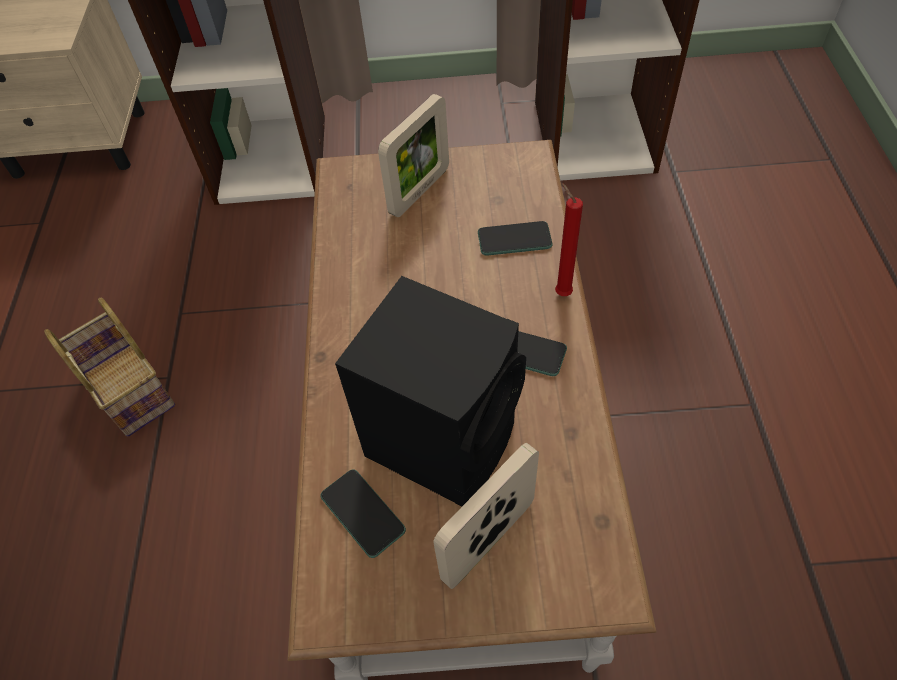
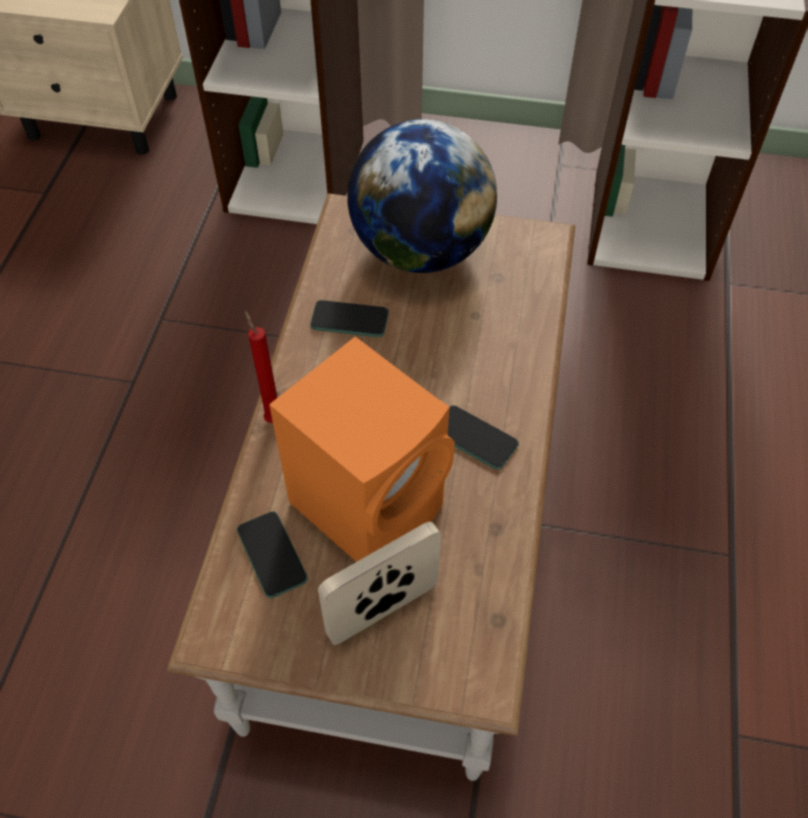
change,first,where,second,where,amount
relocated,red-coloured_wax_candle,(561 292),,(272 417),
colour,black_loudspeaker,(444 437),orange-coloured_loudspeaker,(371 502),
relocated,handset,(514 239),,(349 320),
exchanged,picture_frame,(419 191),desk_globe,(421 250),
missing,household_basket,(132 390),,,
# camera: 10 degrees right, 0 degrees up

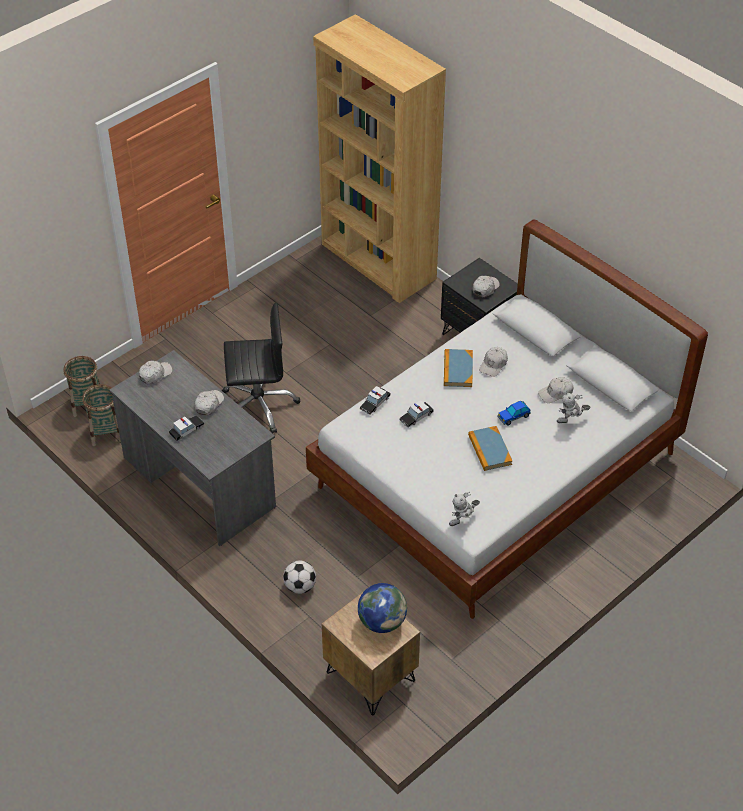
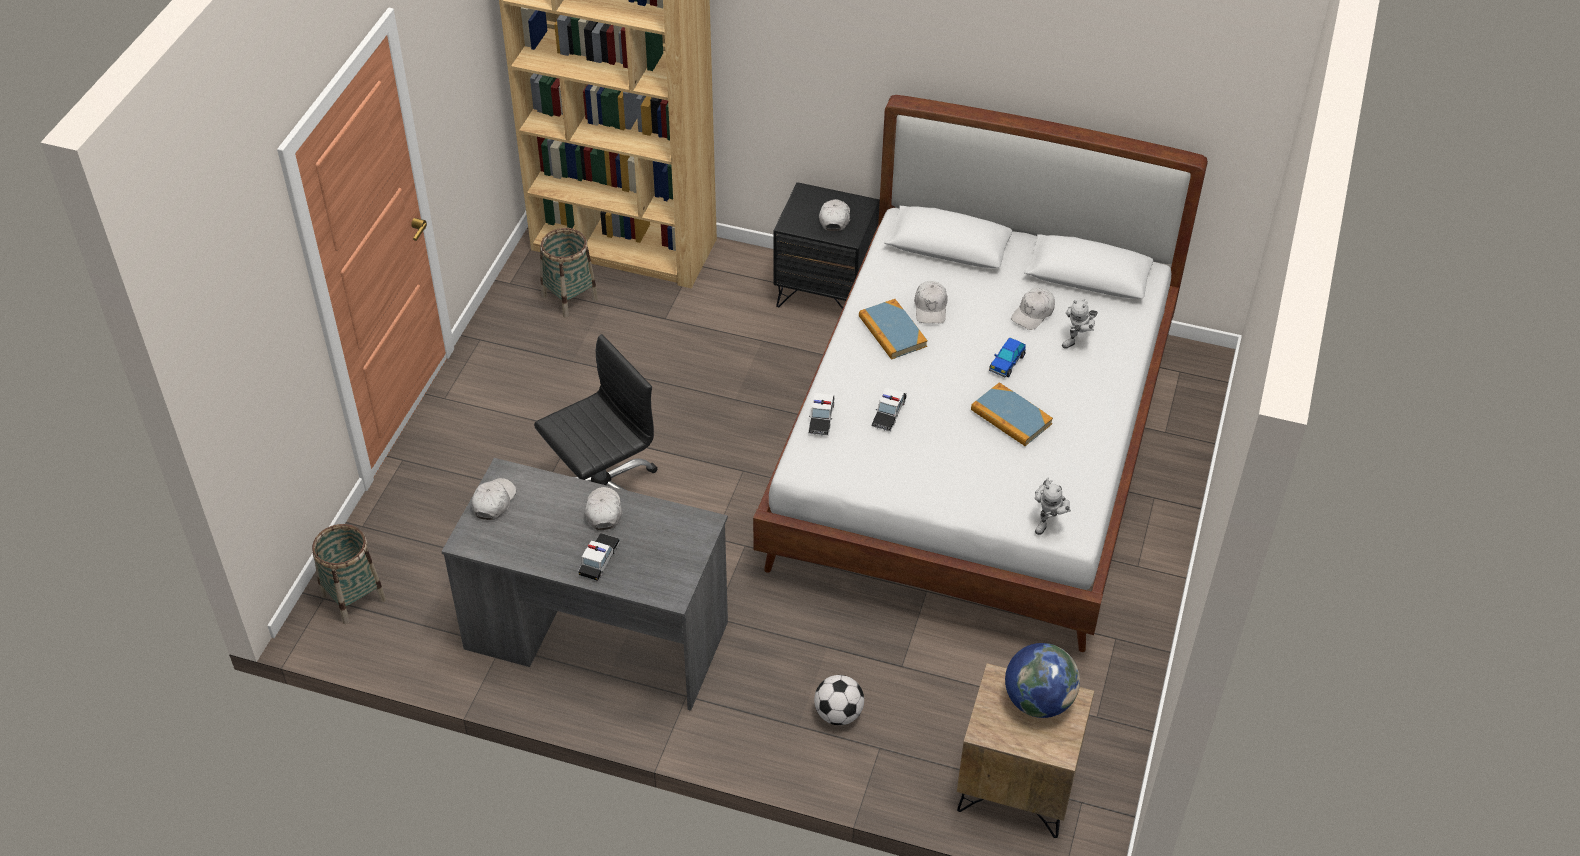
change,first,where,second,where,amount
relocated,household_basket,(106 432),,(569 297),
# camera: 30 degrees left, 0 degrees up

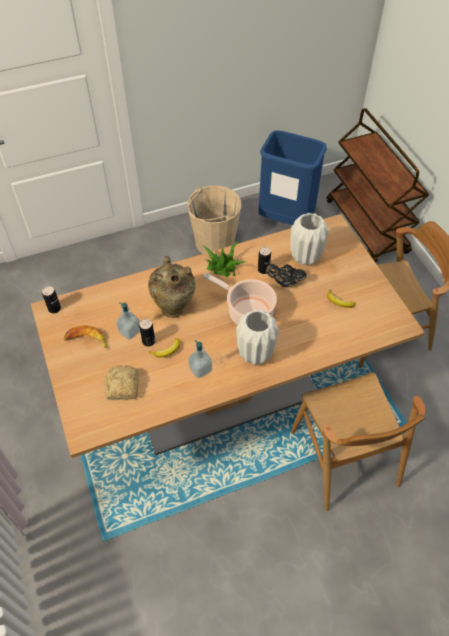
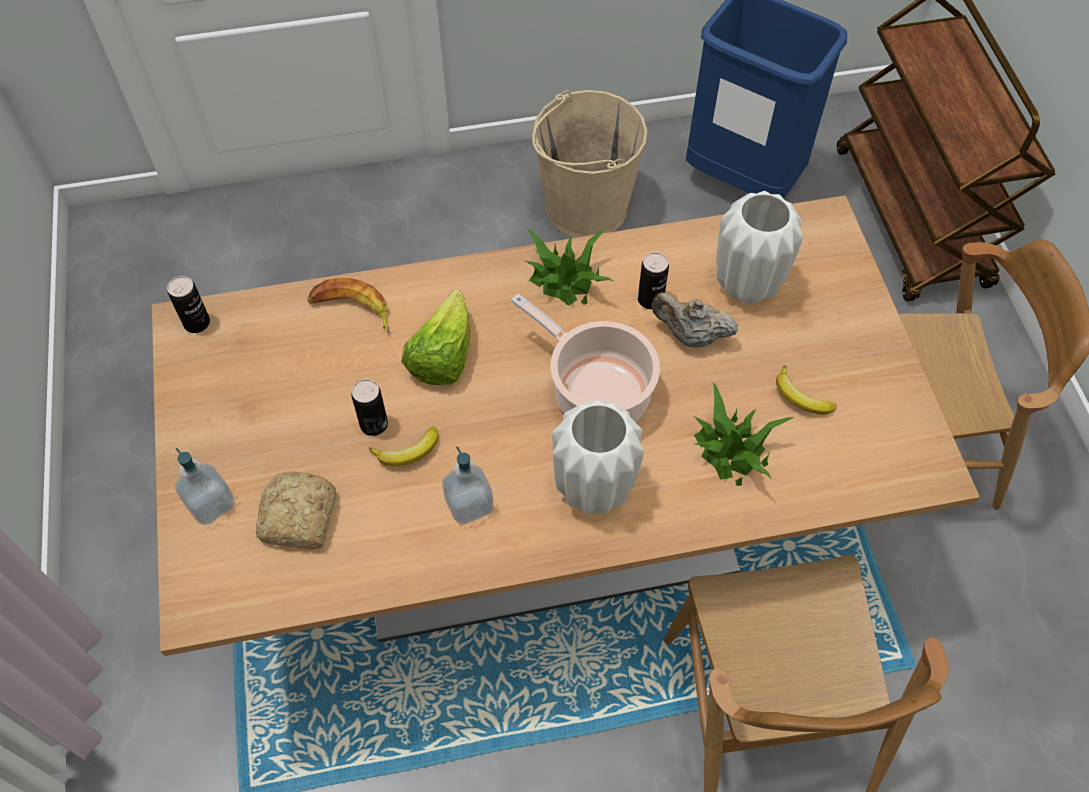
change,first,where,second,where,amount
relocated,liquid_soap_bottle,(130 331),,(211 504),
relocated,banana,(87 340),,(352 309),
exchanged,sand-coloured_decorative_vase,(174 307),lettuce_head,(442 357),
colour,black_pot_for_tea,(284 283),sand-coloured_pot_for_tea,(690 336),
appeared,,,houseplant,(731 450),
# camera: 10 degrees right, 5 degrees up

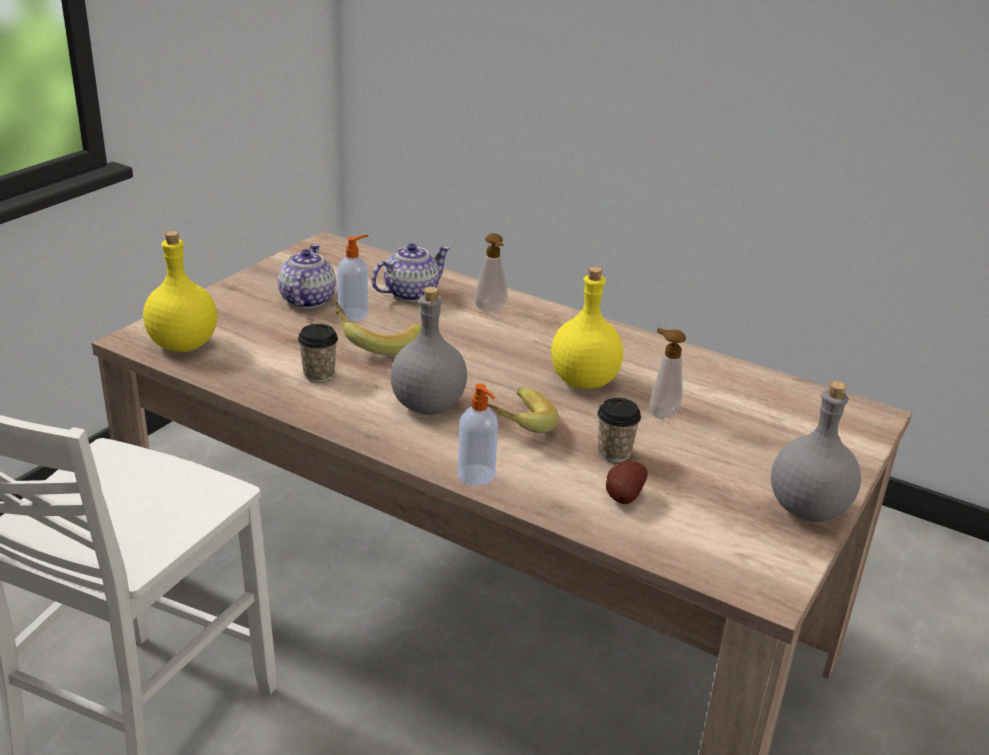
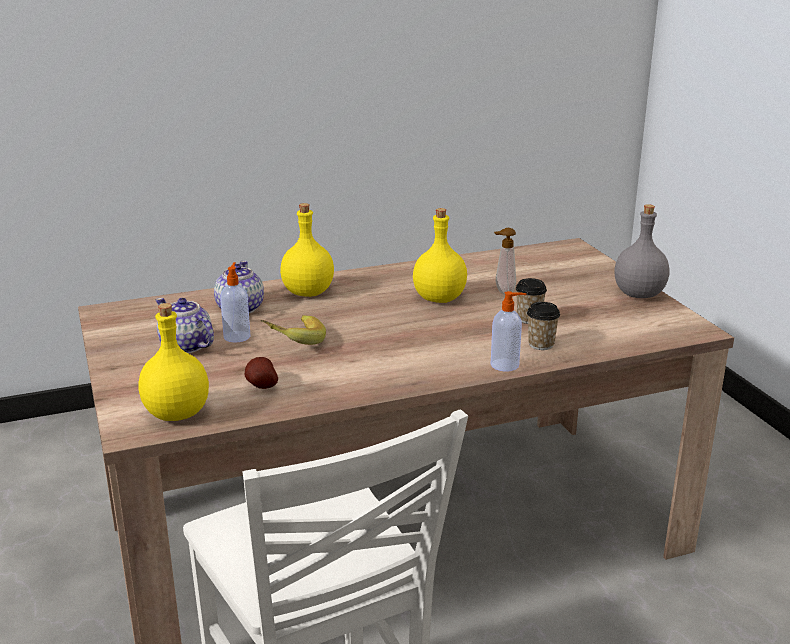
change,first,where,second,where,amount
relocated,whole_potato,(622 497),,(260 386),
exchanged,liquid_soap_bottle,(491 310),yellow-coloured_beverage_bottle,(307 292),
relocated,cup,(319 375),,(541 344),
missing,greyish_beverage_bottle,(429 406),,,
missing,banana,(515 426),,,
# camera: 50 degrees left, 5 degrees down

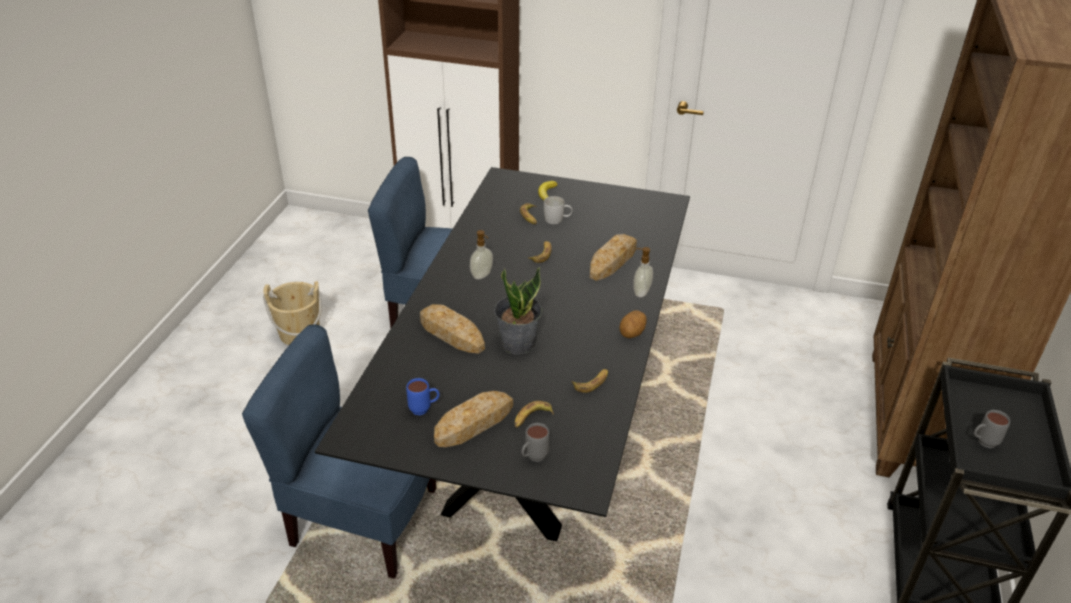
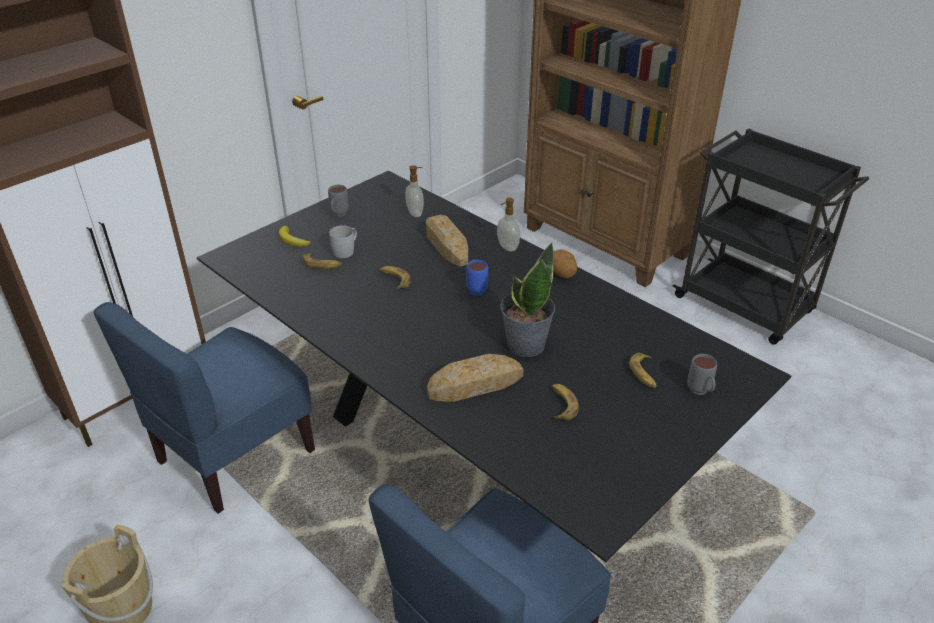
change,first,where,second,where,amount
relocated,greyish_coffee_mug,(982 443),,(338 215),
relocated,liquid_soap_bottle,(482 275),,(416 213),
relocated,blue_coffee_mug,(424 409),,(479 289),
relocated,banana,(592 382),,(562 404),
missing,bread,(474 423),,,
# camera: 60 degrees left, 0 degrees up

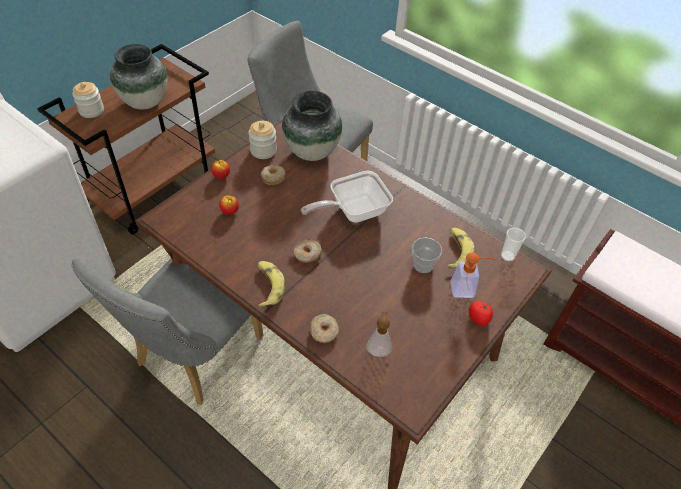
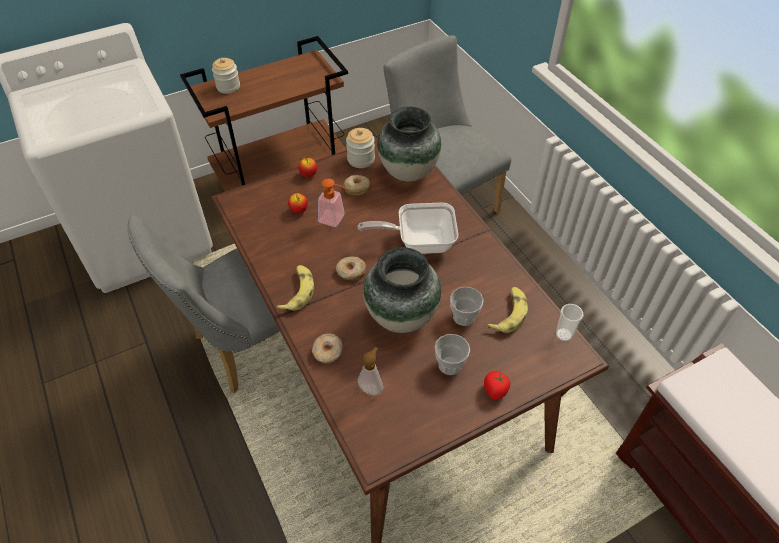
change,first,where,second,where,amount
relocated,liquid_soap_bottle,(467 289),,(335 220),
relocated,decorative_vase,(144 102),,(400 316),
appeared,,,cup,(450 365),
# camera: 25 degrees right, 0 degrees up

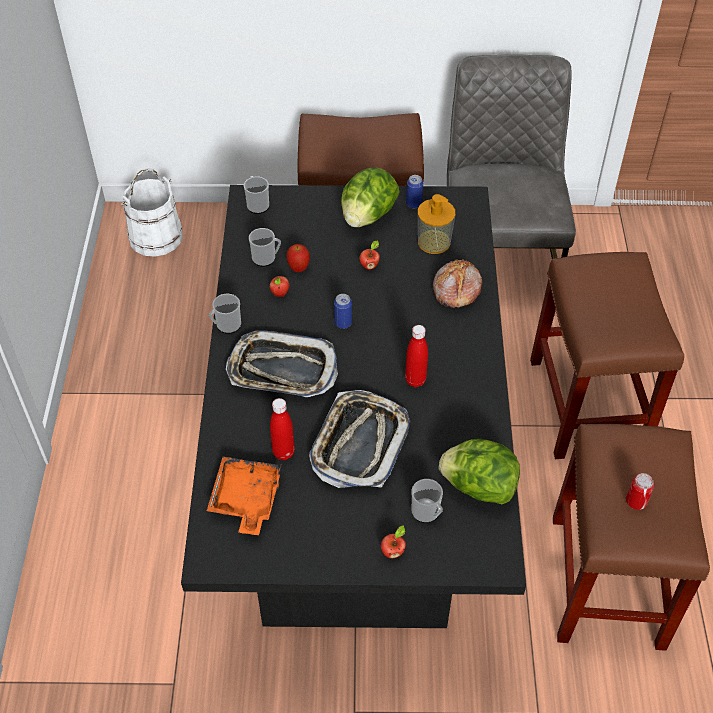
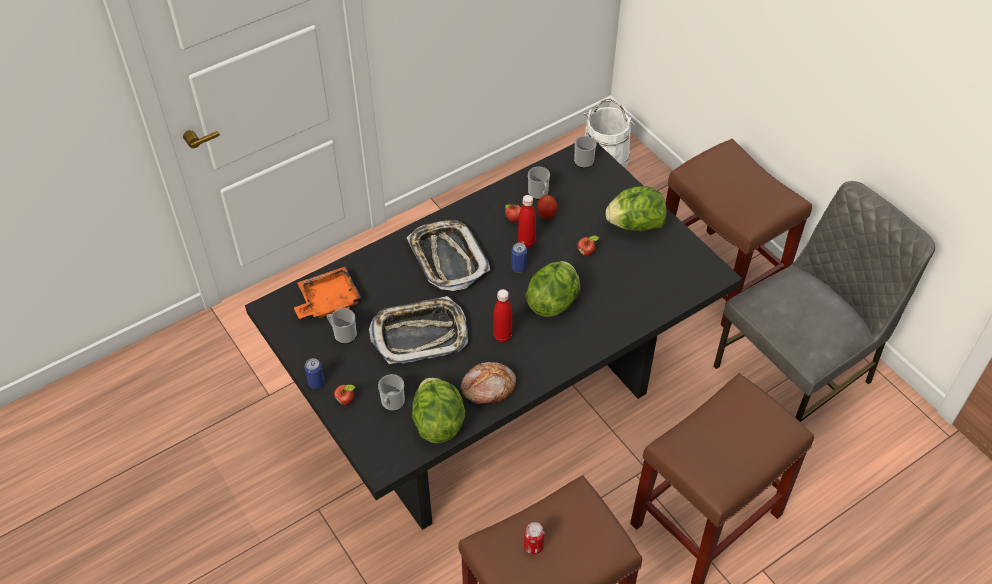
change,first,where,second,where,amount
relocated,sealed_can,(413 204),,(316 383),
relocated,coffee_mug,(226 325),,(343 334),
relocated,bread,(456 290),,(487 387),
relocated,red-coloured_beverage_bottle,(283 452),,(526 242),
appeared,,,lettuce_head,(553 301),
missing,liquid_soap_bottle,(434 242),,,
# camera: 55 degrees right, 0 degrees up

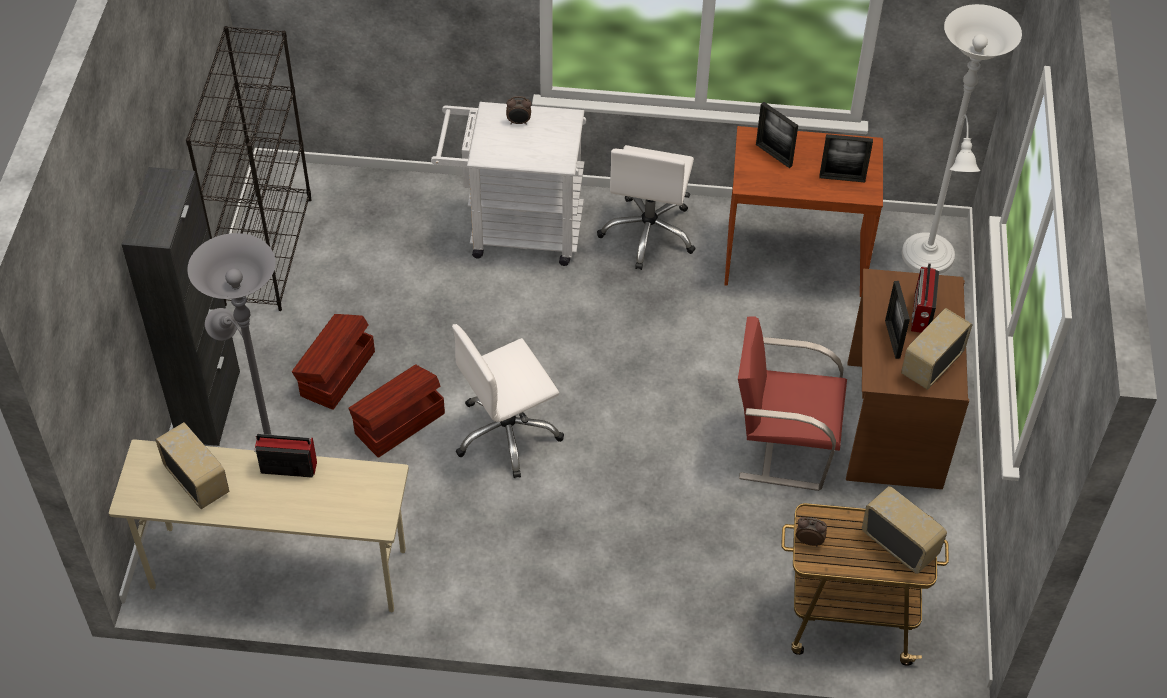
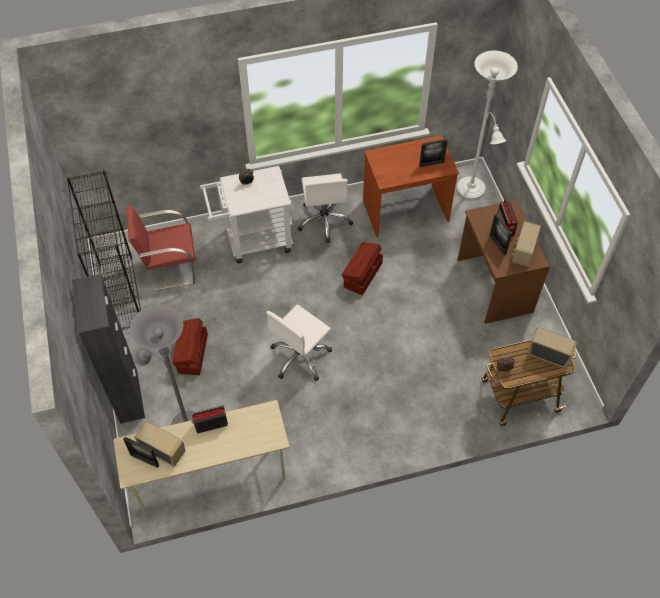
change,first,where,second,where,amount
relocated,picture_frame,(773 155),,(144 460),
relocated,red-coloured_chair,(782 445),,(169 266),
relocated,brown_storage_container,(398 423),,(362 275),
# camera: 20 degrees left, 5 degrees up

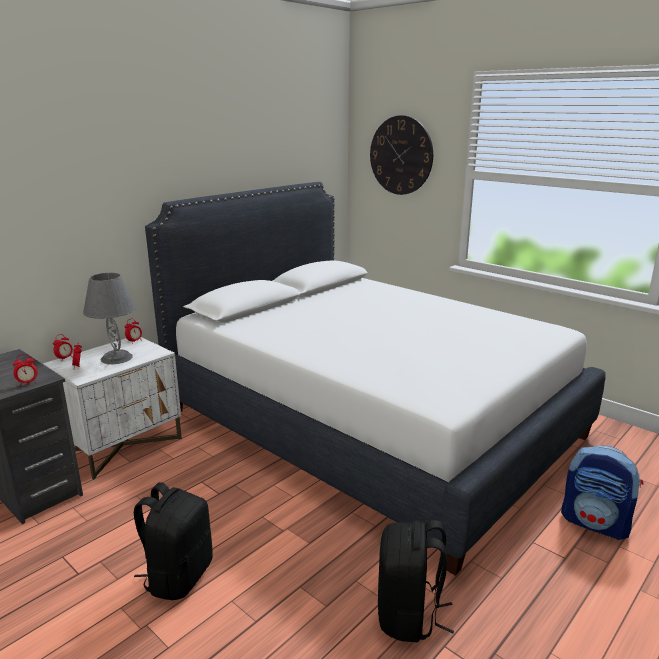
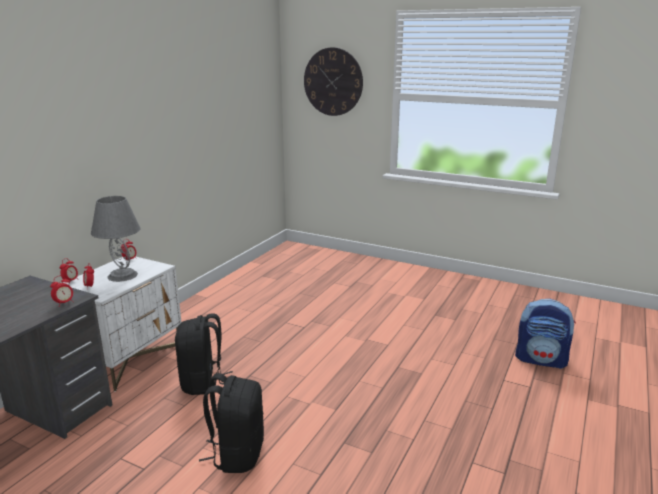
change,first,where,second,where,amount
relocated,black_backpack,(409 616),,(203 382),
missing,white-coloured_sleeping_bed,(370 423),,,
# camera: 15 degrees left, 0 degrees up

